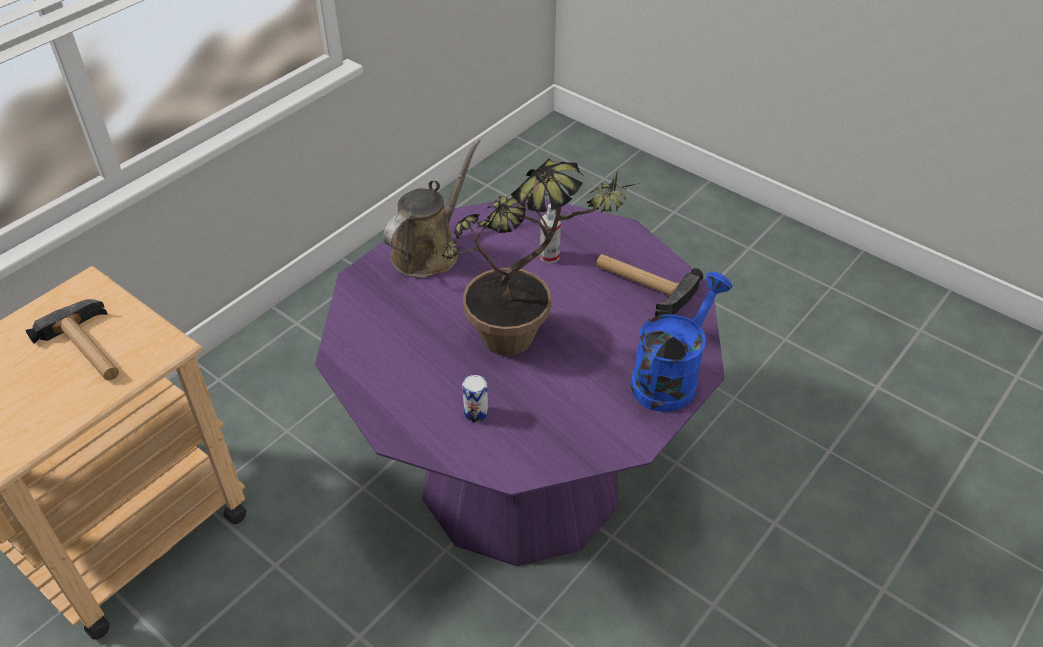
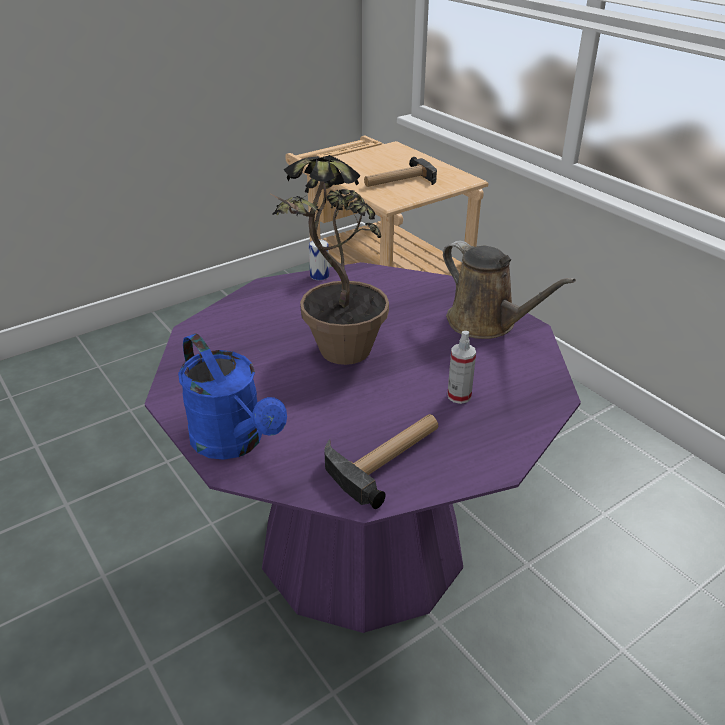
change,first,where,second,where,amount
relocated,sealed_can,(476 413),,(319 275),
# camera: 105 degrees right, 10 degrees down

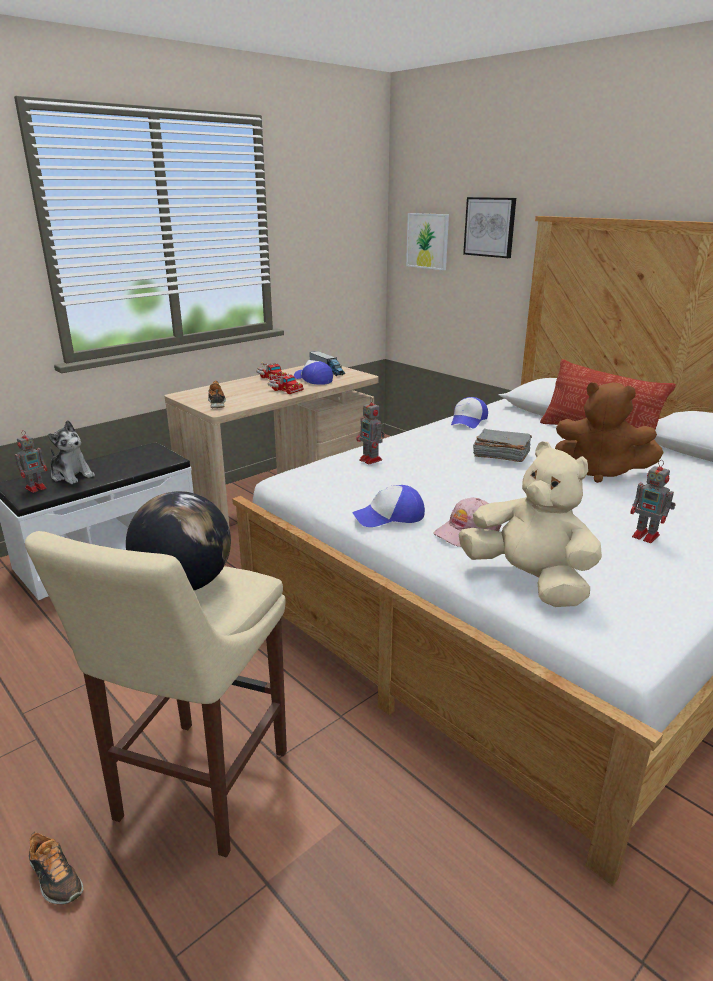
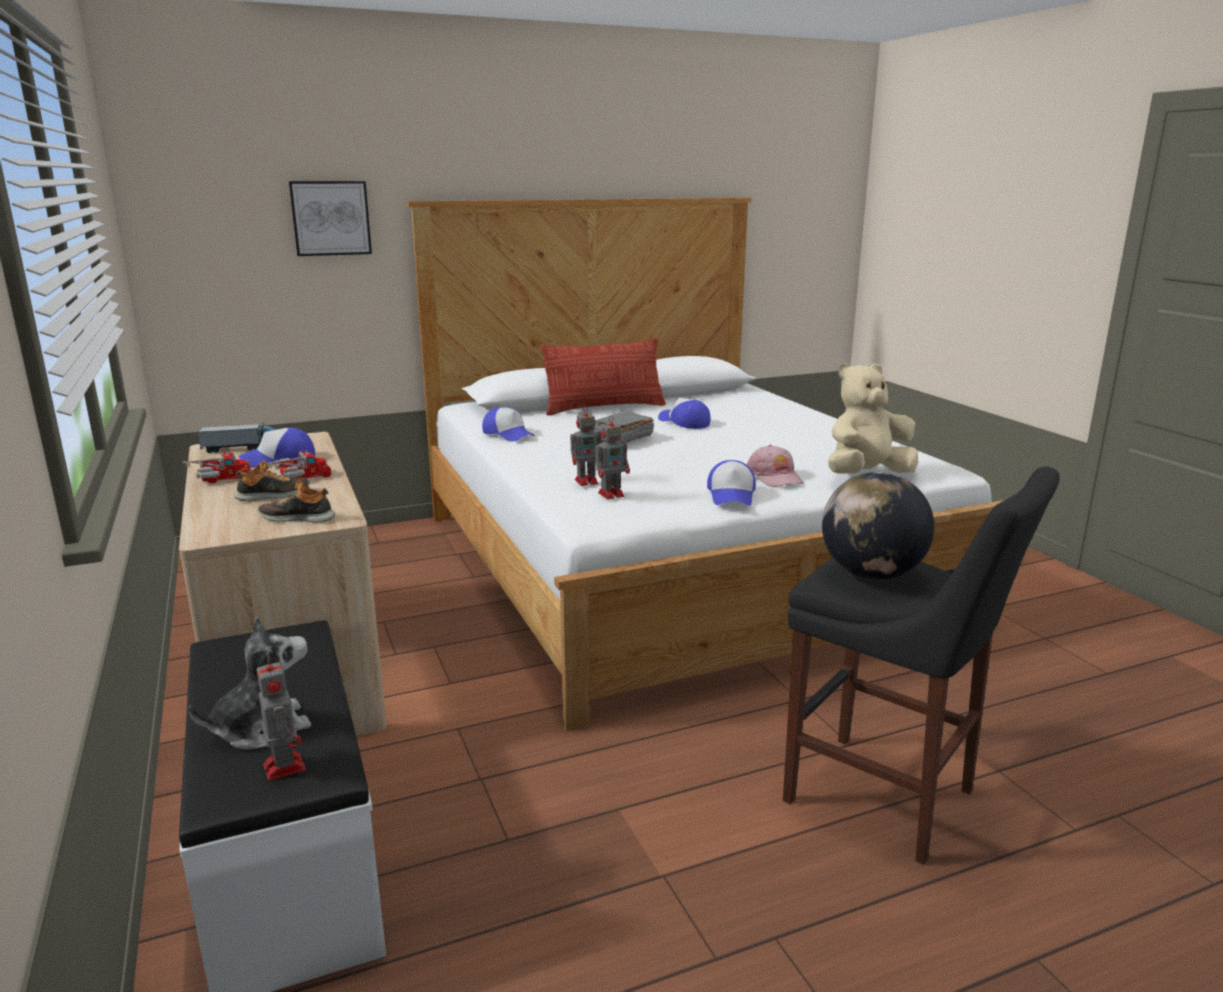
change,first,where,second,where,amount
relocated,low_shoe,(55 878),,(273 495),
relocated,toy_robot,(647 536),,(612 494),
exchanged,brown_soft_toy,(600 472),peaked_cap,(684 422),
colour,sand-coloured_sitting_stool,(198 790),black_sitting_stool,(888 800),
missing,wall_picture,(427 241),,,
# camera: 70 degrees left, 5 degrees down

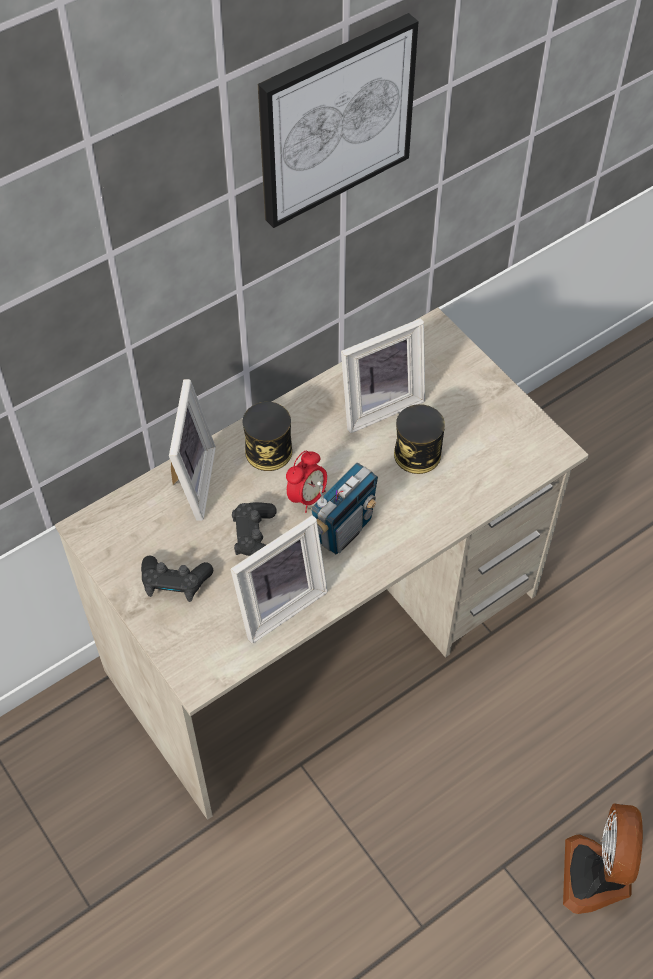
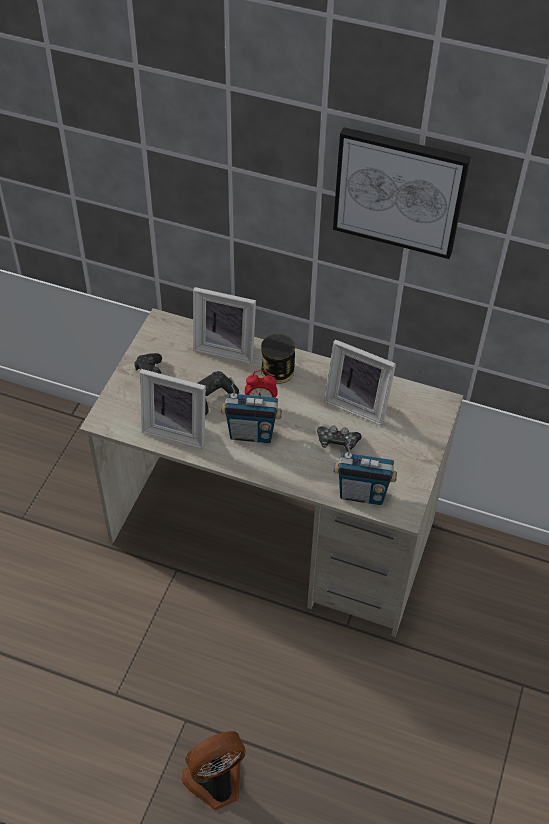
change,first,where,second,where,amount
spun,picture_frame,(189 482),,(226 347),45 degrees clockwise
exchanged,sealed_can,(417 454),joypad,(337 442),
appeared,,,radio_set,(362 494),
# camera: 55 degrees right, 5 degrees down

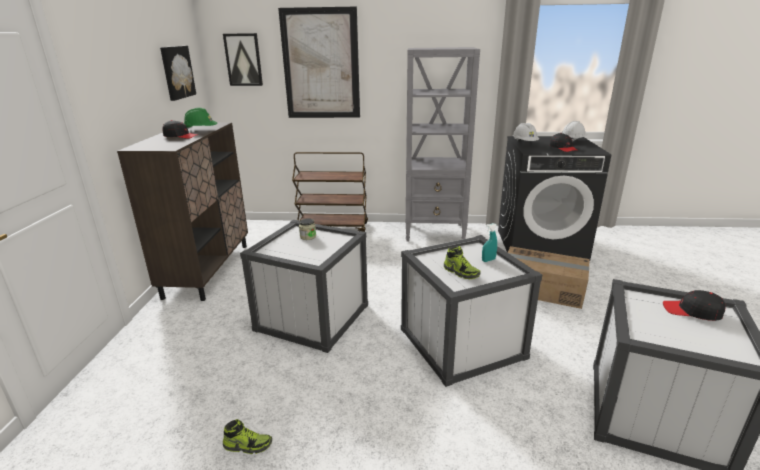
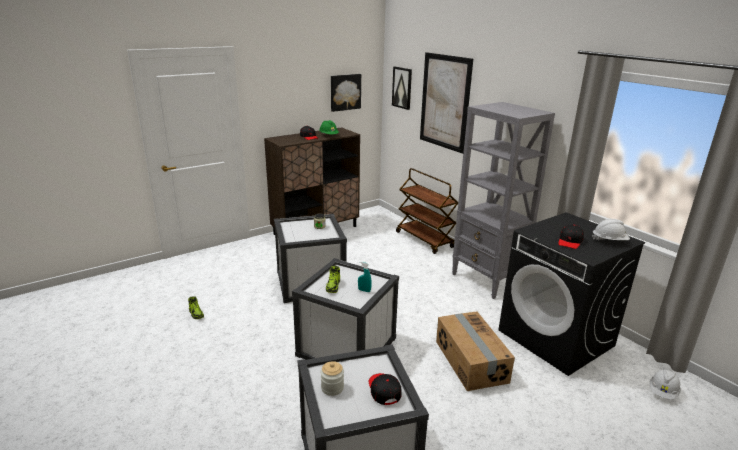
change,first,where,second,where,amount
appeared,,,jar,(332 388),
relocated,white-coloured_safety_helmet,(524 143),,(662 392),
# camera: 50 degrees right, 0 degrees up

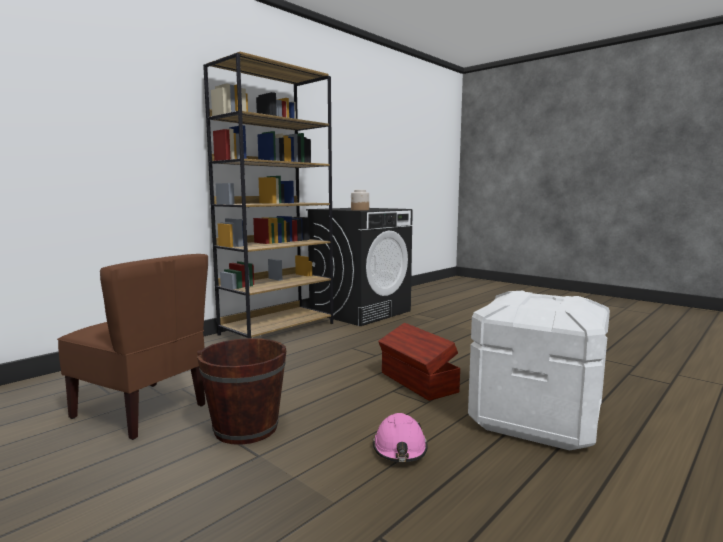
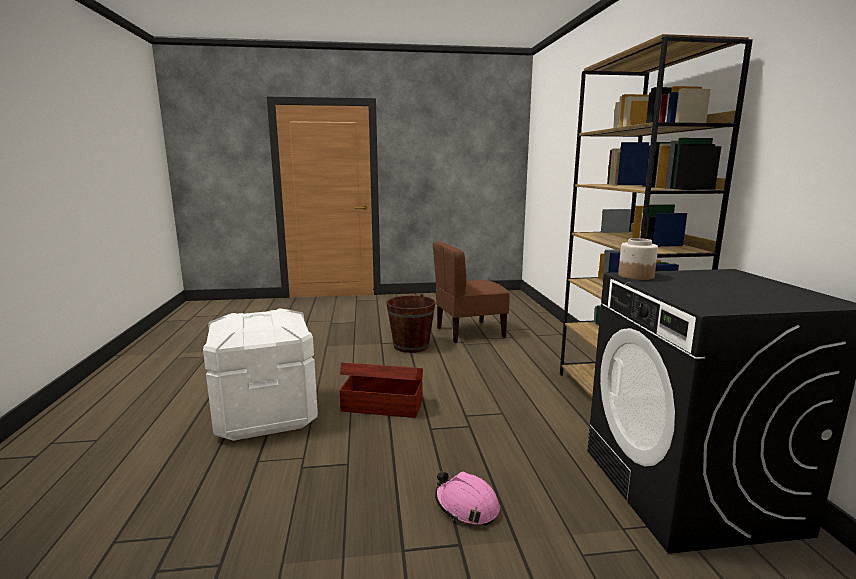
change,first,where,second,where,amount
relocated,pink-coloured_safety_helmet,(400 449),,(466 506),
# camera: 130 degrees right, 5 degrees up

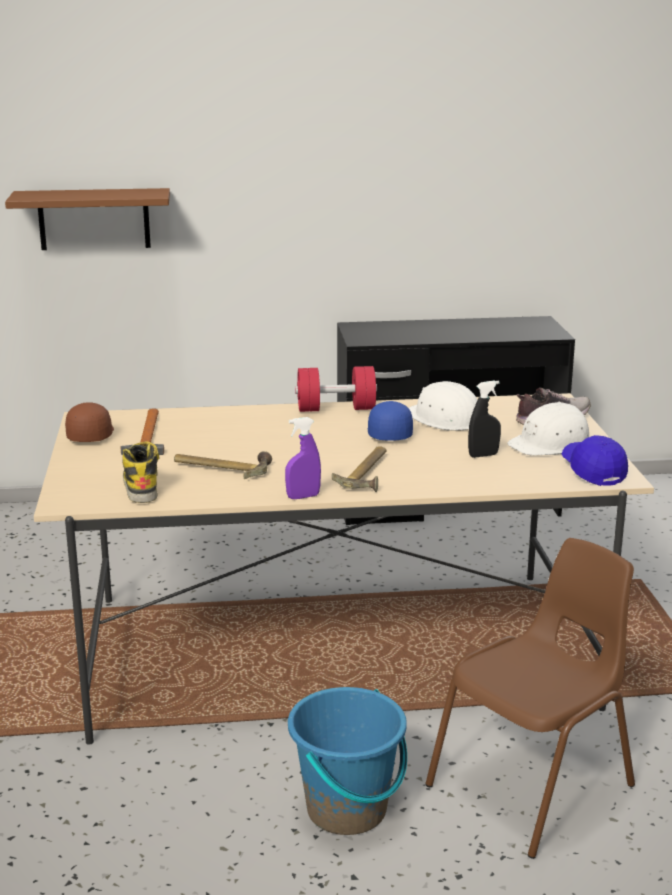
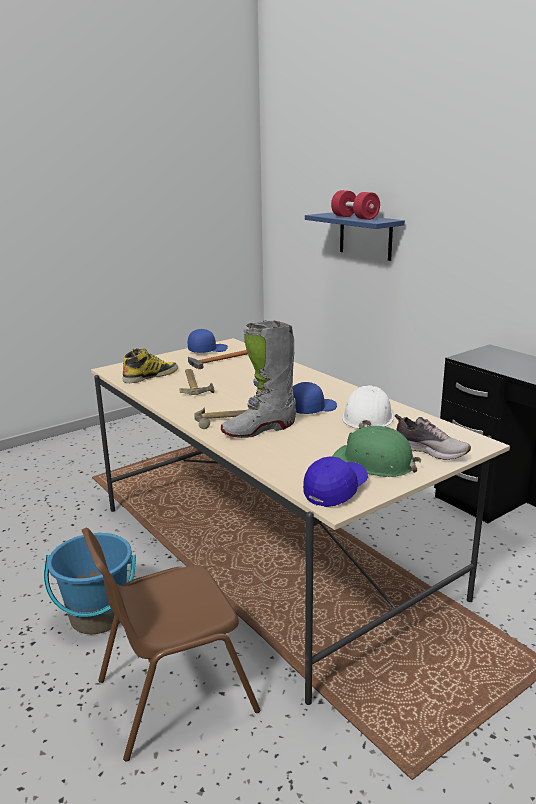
change,first,where,second,where,amount
spun,brown_chair,(535 786),,(173 695),135 degrees clockwise
colour,brown_peaked_cap,(90 435),blue_peaked_cap,(207 350),
appeared,,,greyish_high-top_boot,(259 430),
colour,brown_bracket_shelf,(94 219),blue_bracket_shelf,(365 236),
relocated,red-coloured_hand_weight,(336 409),,(354 217),
colour,white-coloured_safety_helmet,(551 443),greenish_safety_helmet,(374 462),
missing,purple-coloured_sprayer,(303 496),,,
missing,black_sprayer,(483 455),,,
# camera: 60 degrees right, 0 degrees up

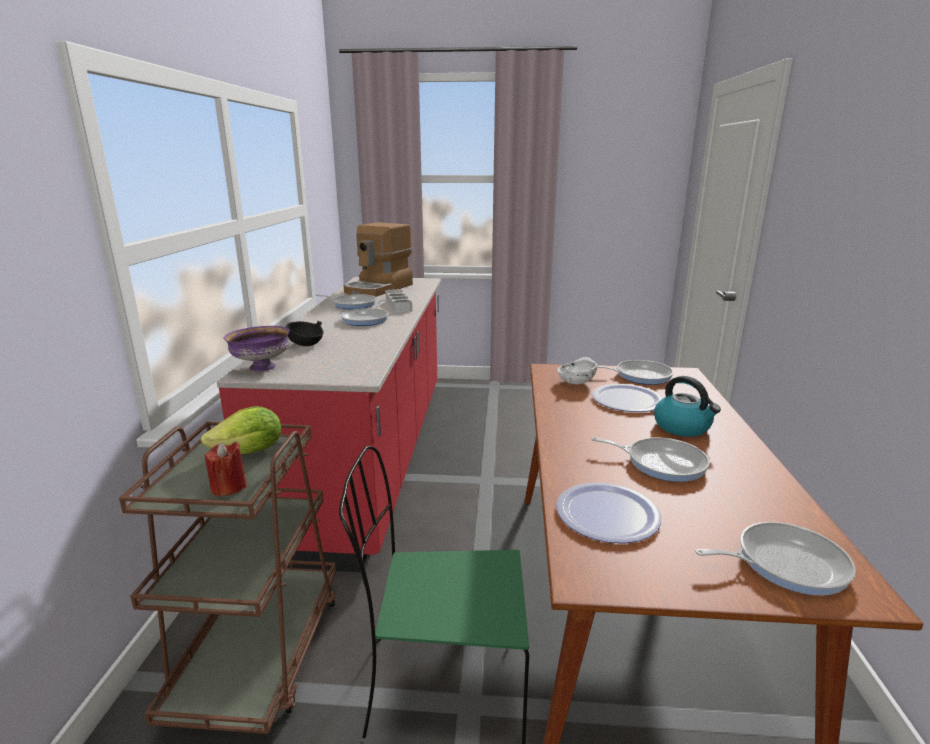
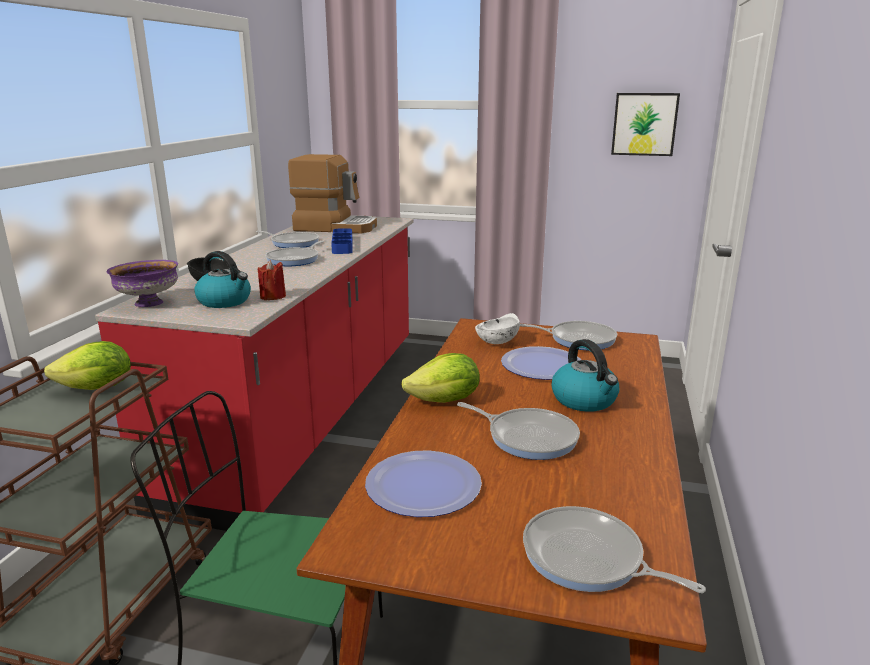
change,first,where,second,where,amount
appeared,,,tea_kettle,(225 301),
relocated,red-coloured_wax_candle,(228 487),,(273 297),
spun,coffee_maker,(379 288),,(335 227),120 degrees counterclockwise
colour,greyish_serving_tray,(398 304),blue_serving_tray,(342 245),
appeared,,,lettuce_head,(445 401),
spun,frying_pan,(785 563),,(588 559),150 degrees counterclockwise
appeared,,,wall_picture,(644 124),
# camera: 10 degrees right, 0 degrees up

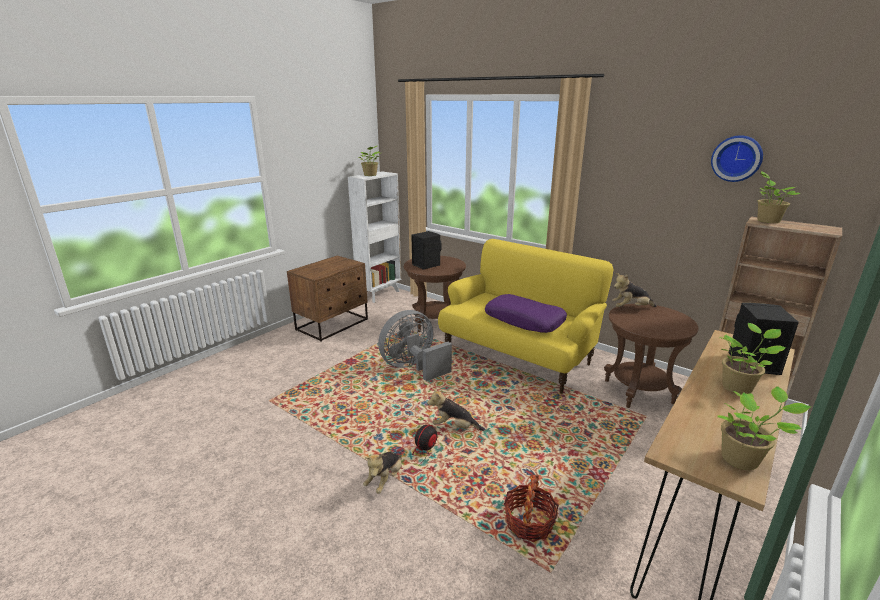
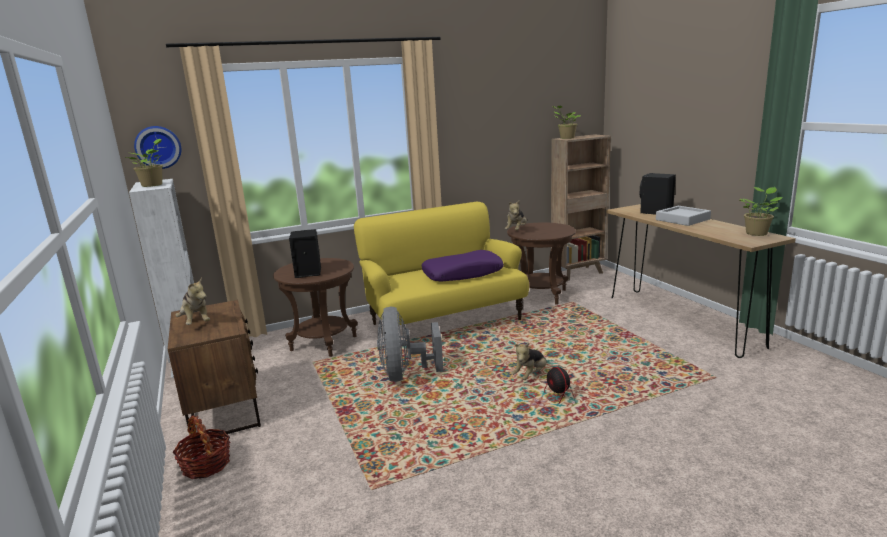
change,first,where,second,where,amount
relocated,hanging_clock,(737 158),,(158 147),
relocated,household_basket,(529 523),,(206 465),
relocated,soft_toy,(385 480),,(196 322),
exchanged,houseplant,(738 387),greyish_serving_tray,(682 219),
# camera: 60 degrees left, 5 degrees down

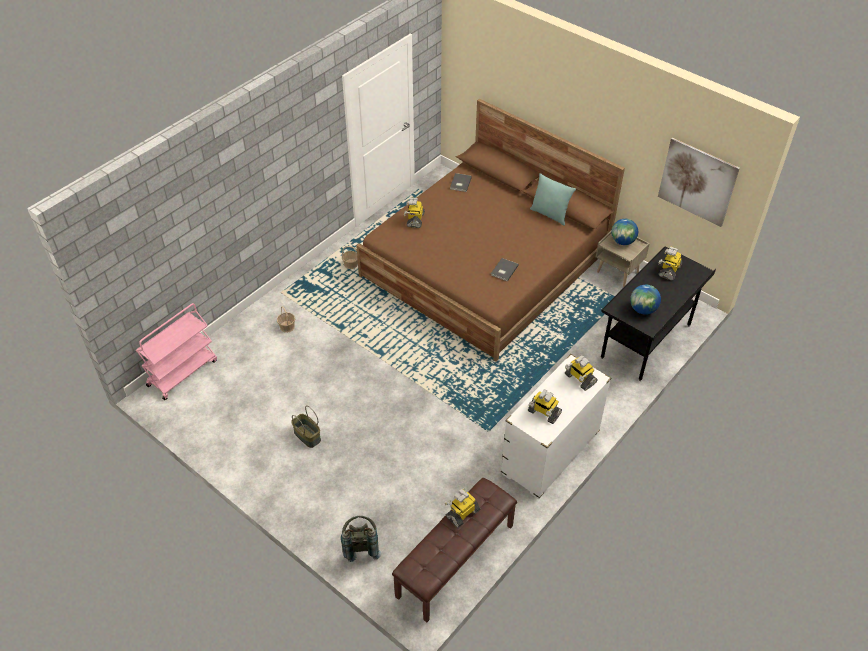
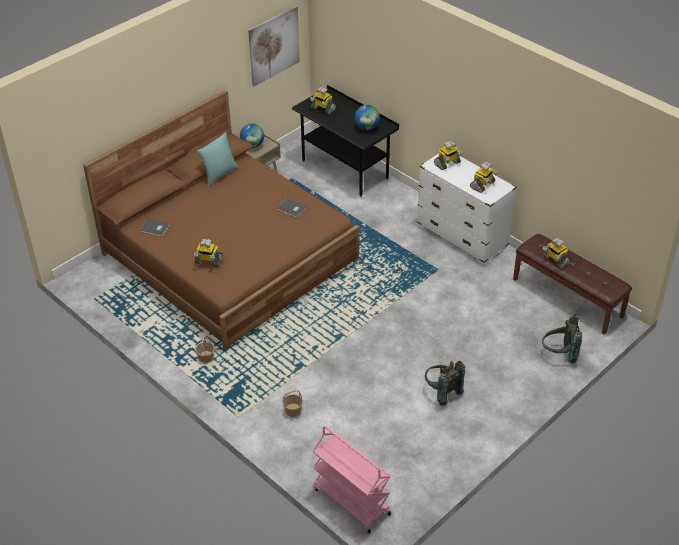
change,first,where,second,where,amount
exchanged,household_basket,(307 436),greyish_backpack,(441 392),
# camera: 85 degrees left, 5 degrees down

